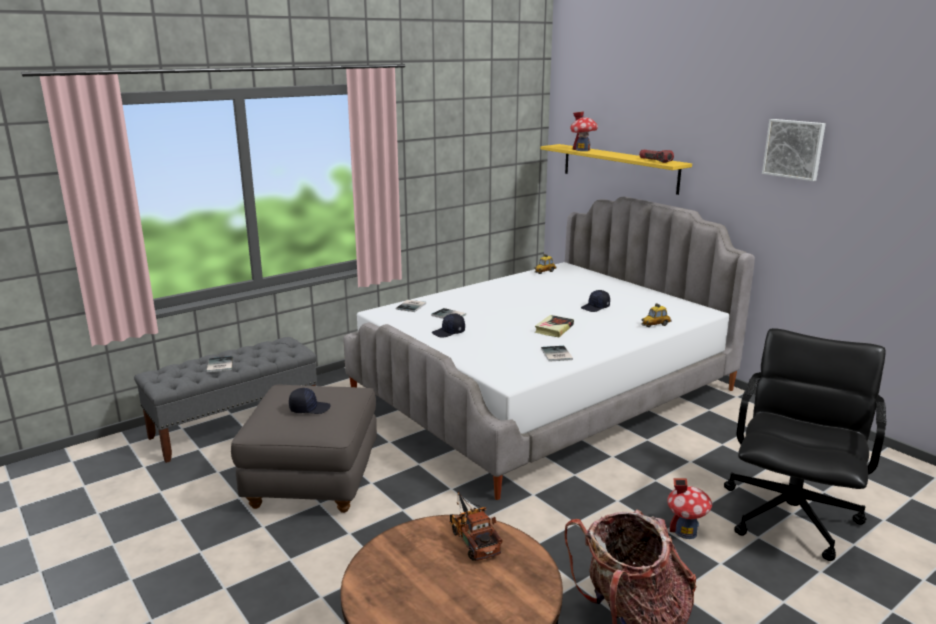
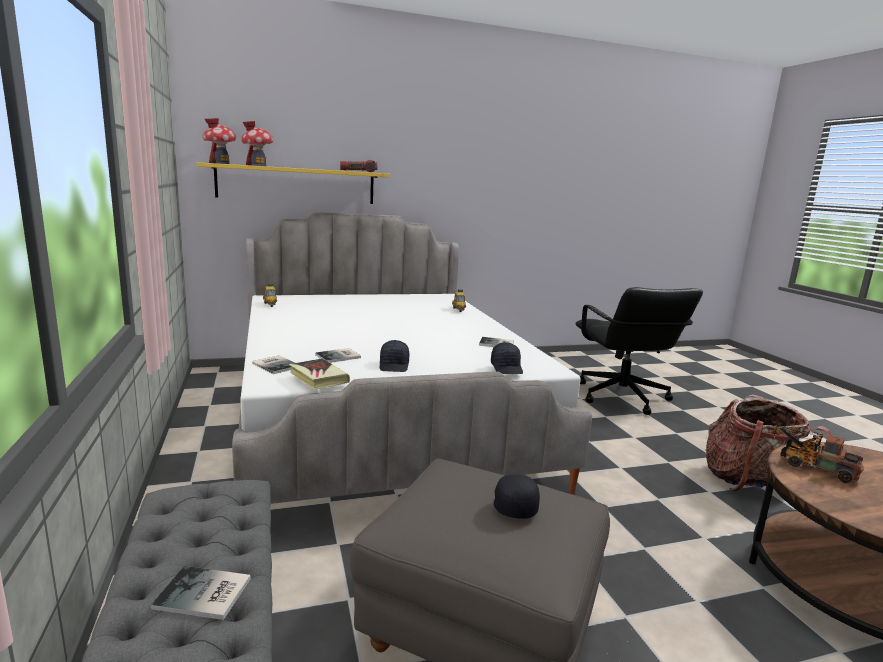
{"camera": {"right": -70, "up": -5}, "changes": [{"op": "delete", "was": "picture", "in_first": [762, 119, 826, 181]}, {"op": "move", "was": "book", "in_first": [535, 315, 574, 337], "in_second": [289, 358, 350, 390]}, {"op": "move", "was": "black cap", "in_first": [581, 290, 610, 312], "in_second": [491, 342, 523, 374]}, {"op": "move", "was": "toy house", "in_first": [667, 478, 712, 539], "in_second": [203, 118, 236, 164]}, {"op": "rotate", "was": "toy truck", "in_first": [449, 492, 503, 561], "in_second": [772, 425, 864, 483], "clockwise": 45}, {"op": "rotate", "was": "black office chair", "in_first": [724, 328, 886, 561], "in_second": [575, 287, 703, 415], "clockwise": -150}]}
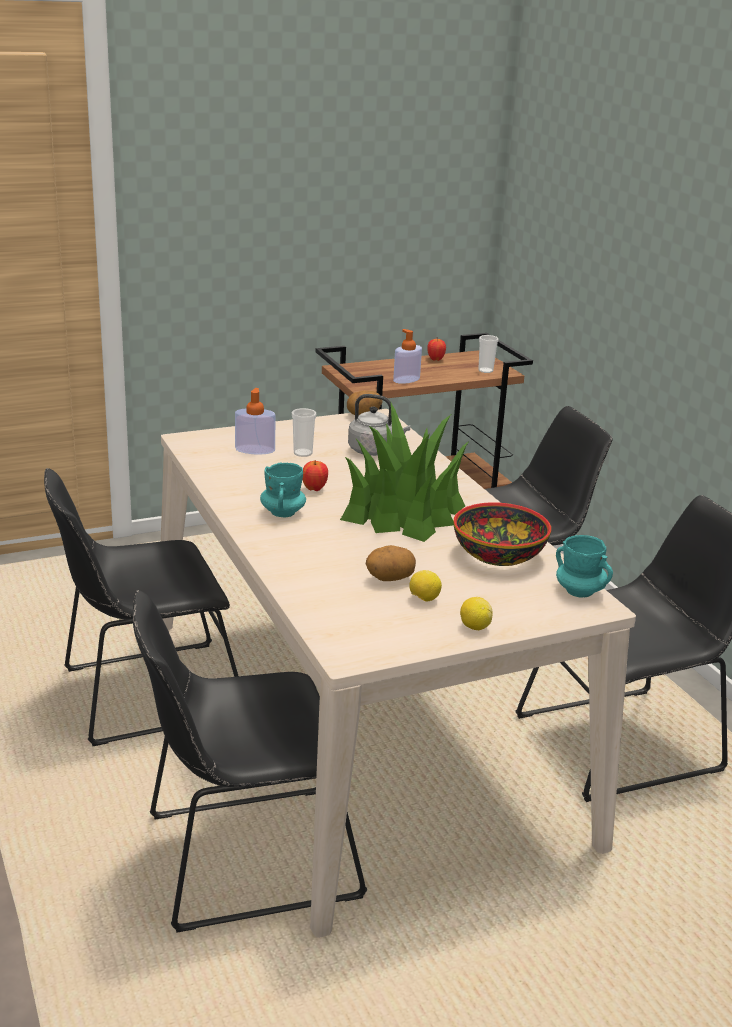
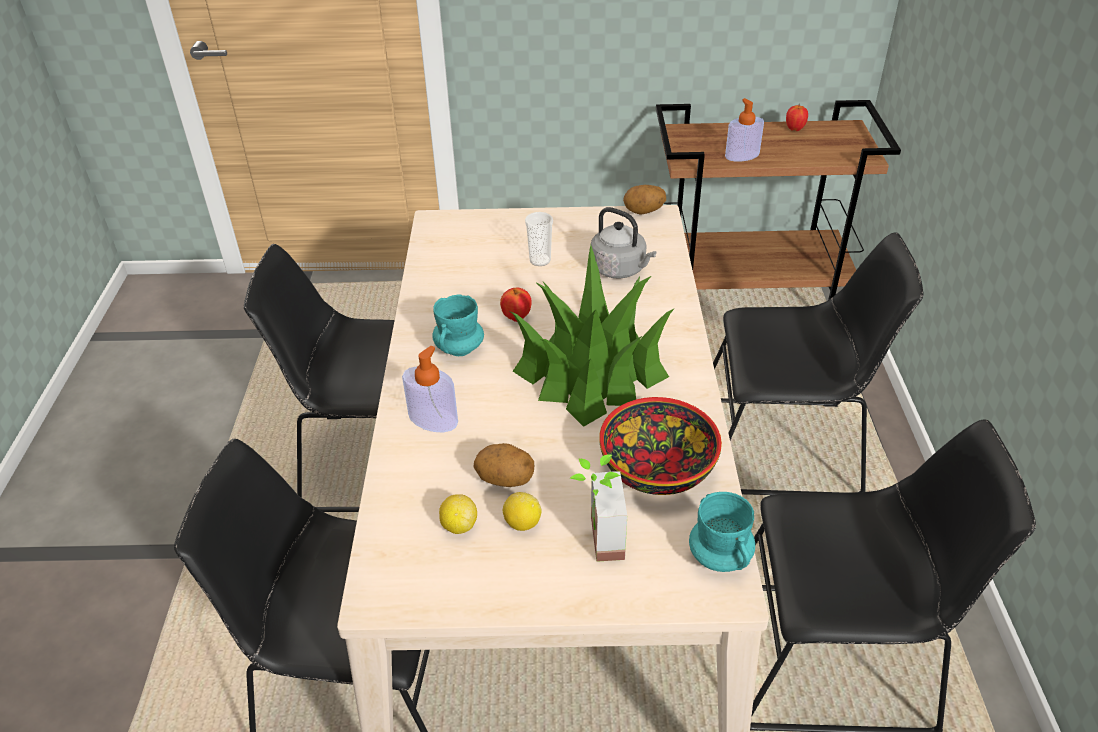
{"camera": {"right": 25, "up": 15}, "changes": [{"op": "delete", "was": "cup", "in_first": [478, 335, 499, 373]}, {"op": "insert", "now": "potted plant", "in_second": [569, 454, 627, 562]}, {"op": "move", "was": "soap dispenser", "in_first": [235, 388, 276, 455], "in_second": [402, 346, 458, 432]}, {"op": "move", "was": "lemon", "in_first": [460, 597, 492, 630], "in_second": [439, 494, 477, 534]}]}
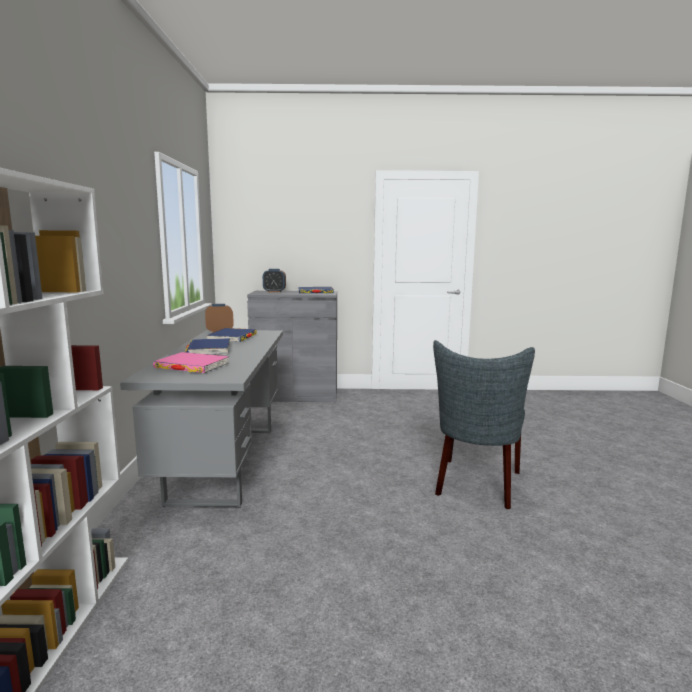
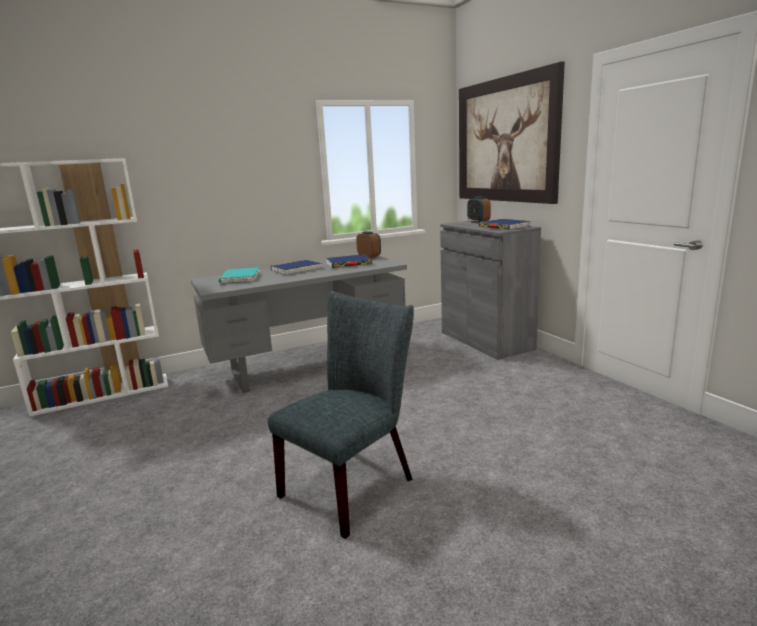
{"camera": {"right": 65, "up": 5}, "changes": [{"op": "insert", "now": "picture", "in_second": [459, 61, 565, 204]}, {"op": "recolor", "was": "pink book", "now": "turquoise book", "in_first": [153, 352, 230, 373], "in_second": [218, 267, 259, 284]}, {"op": "rotate", "was": "grey chair", "in_first": [433, 340, 535, 509], "in_second": [268, 291, 414, 539], "clockwise": 135}]}
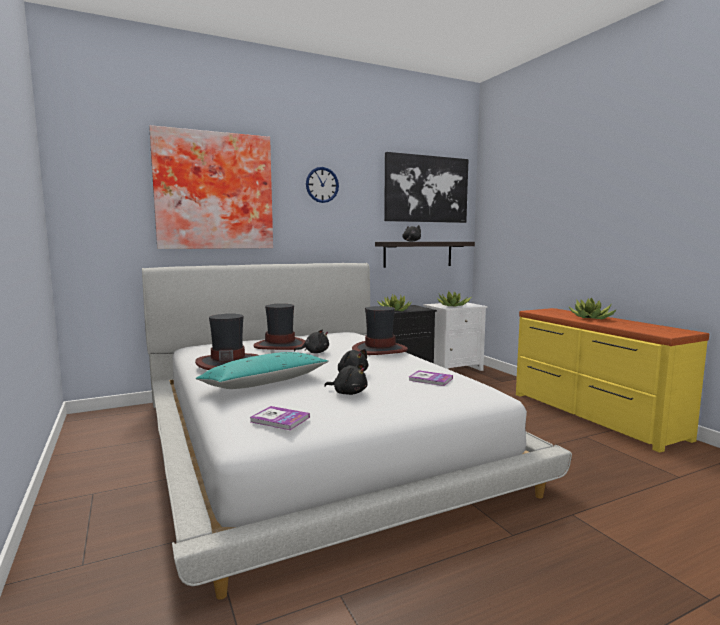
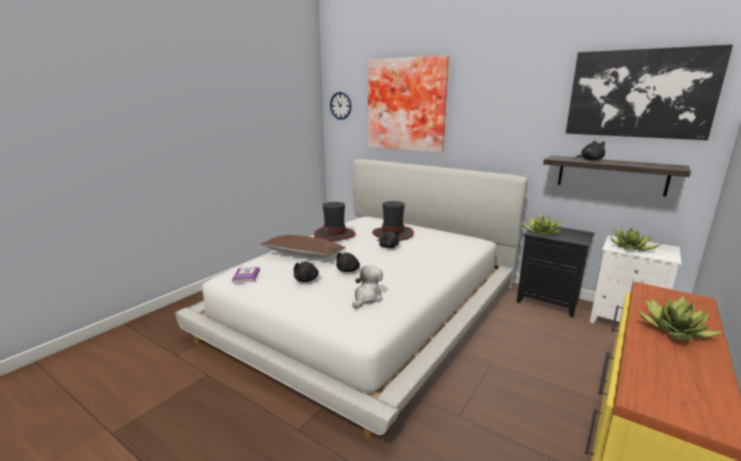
{"camera": {"right": 60, "up": 10}, "changes": [{"op": "delete", "was": "hat", "in_first": [352, 306, 408, 355]}, {"op": "move", "was": "wall clock", "in_first": [306, 167, 339, 203], "in_second": [330, 92, 352, 120]}, {"op": "replace", "was": "book", "now": "plush toy", "in_first": [409, 370, 453, 386], "in_second": [352, 265, 383, 309]}, {"op": "recolor", "was": "turquoise pillow", "now": "brown pillow", "in_first": [196, 352, 329, 389], "in_second": [260, 235, 346, 258]}]}
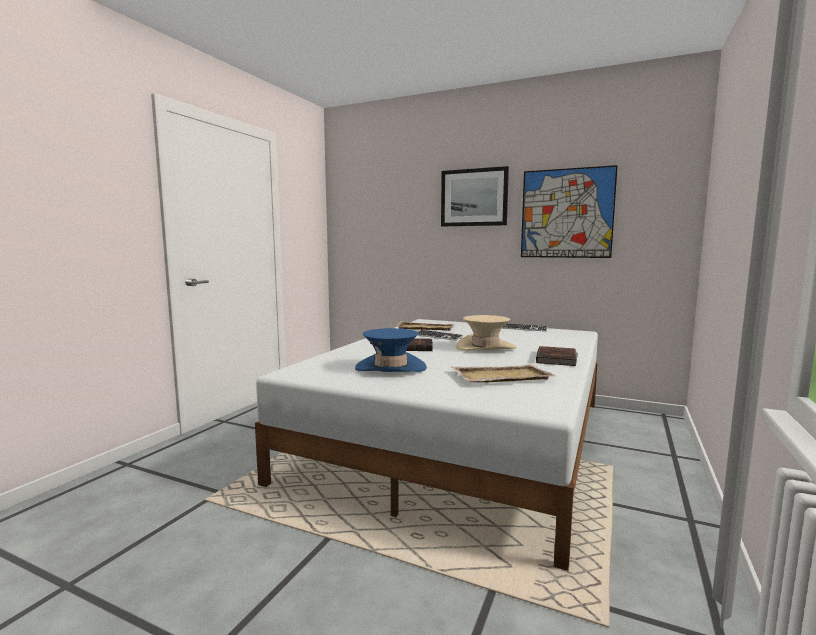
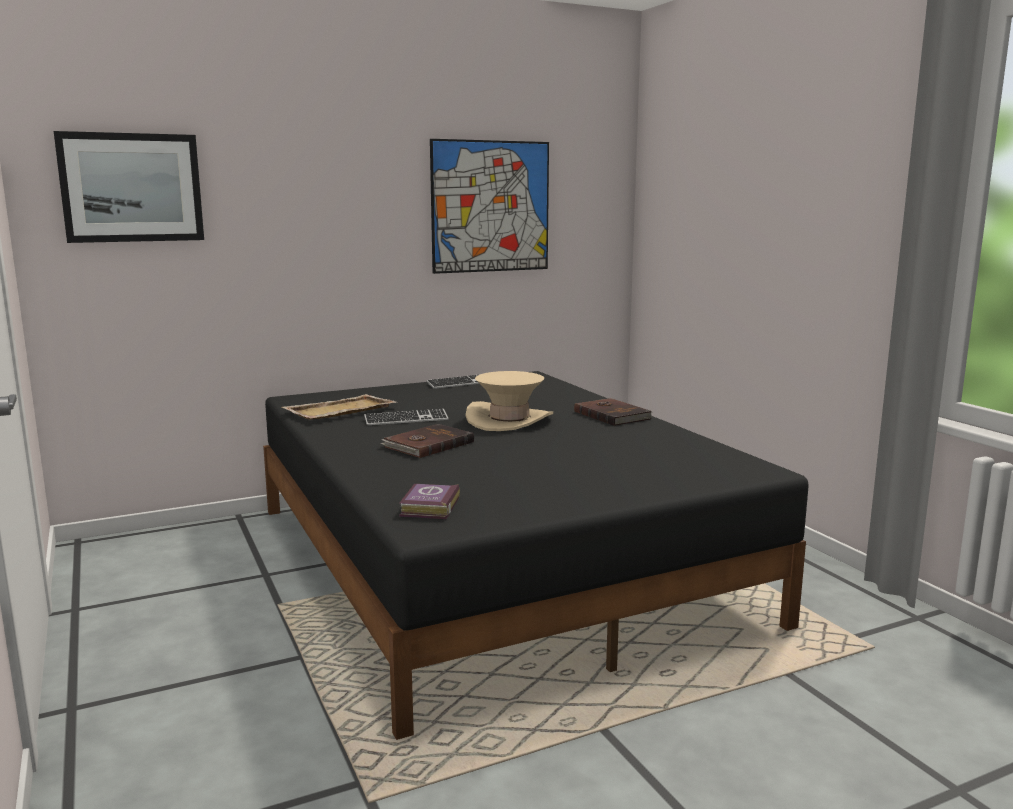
{"camera": {"right": -50, "up": 5}, "changes": [{"op": "delete", "was": "blue hat", "in_first": [355, 328, 427, 372]}, {"op": "delete", "was": "beige tray", "in_first": [452, 364, 556, 382]}, {"op": "insert", "now": "book", "in_second": [399, 484, 460, 519]}, {"op": "move", "was": "picture", "in_first": [441, 166, 509, 226], "in_second": [54, 131, 204, 243]}, {"op": "recolor", "was": "white bed", "now": "black bed", "in_first": [255, 319, 598, 571], "in_second": [263, 371, 809, 740]}]}
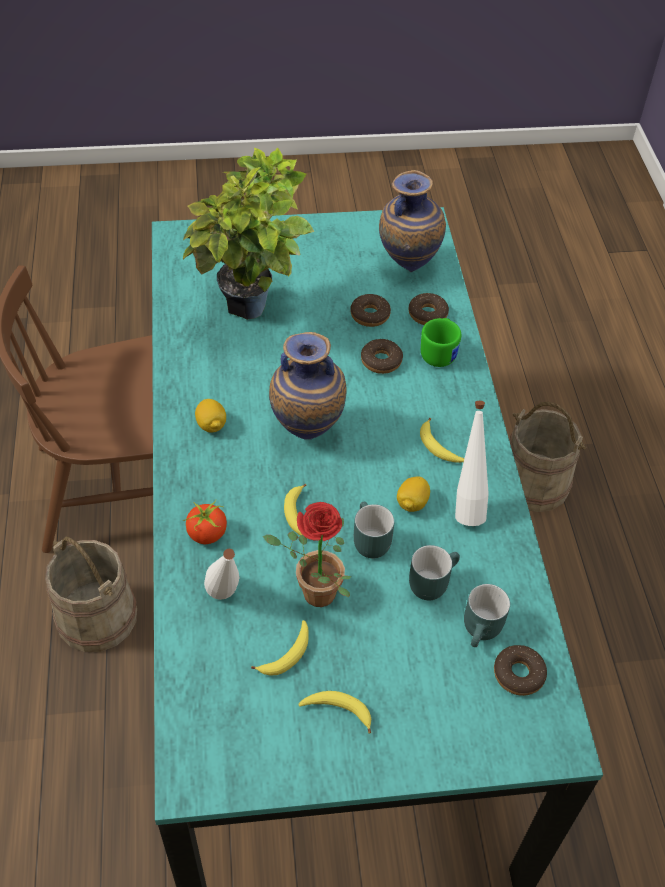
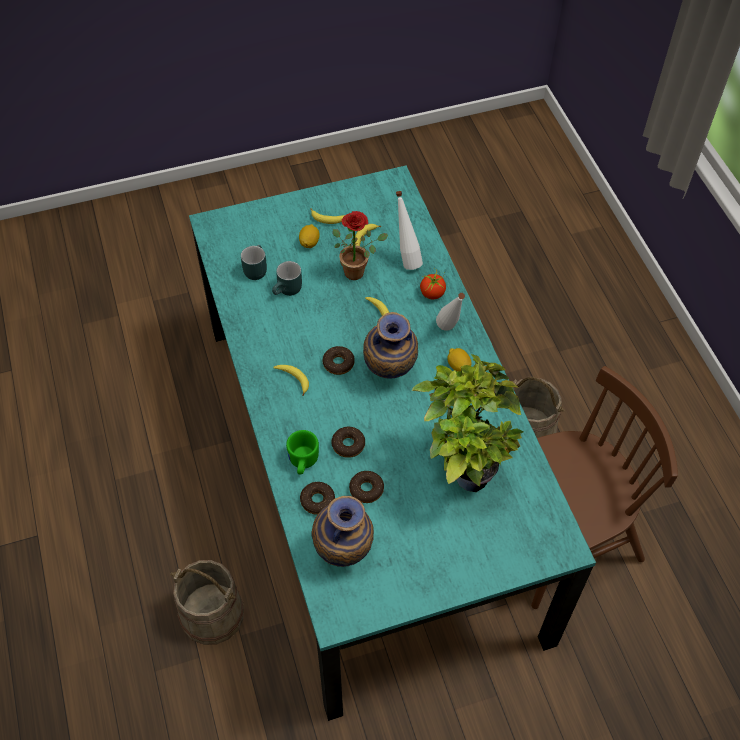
{"camera": {"right": 170, "up": 5}, "changes": [{"op": "delete", "was": "turquoise mug", "in_first": [354, 502, 394, 558]}, {"op": "move", "was": "lemon", "in_first": [397, 476, 430, 512], "in_second": [299, 224, 319, 248]}, {"op": "move", "was": "white bottle", "in_first": [455, 401, 489, 526], "in_second": [436, 293, 465, 331]}, {"op": "move", "was": "donut", "in_first": [494, 645, 547, 696], "in_second": [323, 346, 355, 375]}]}
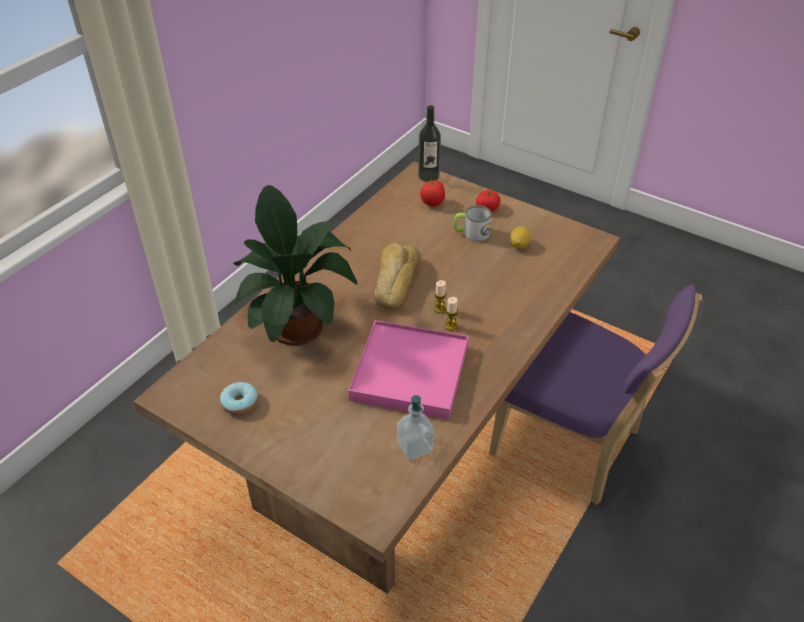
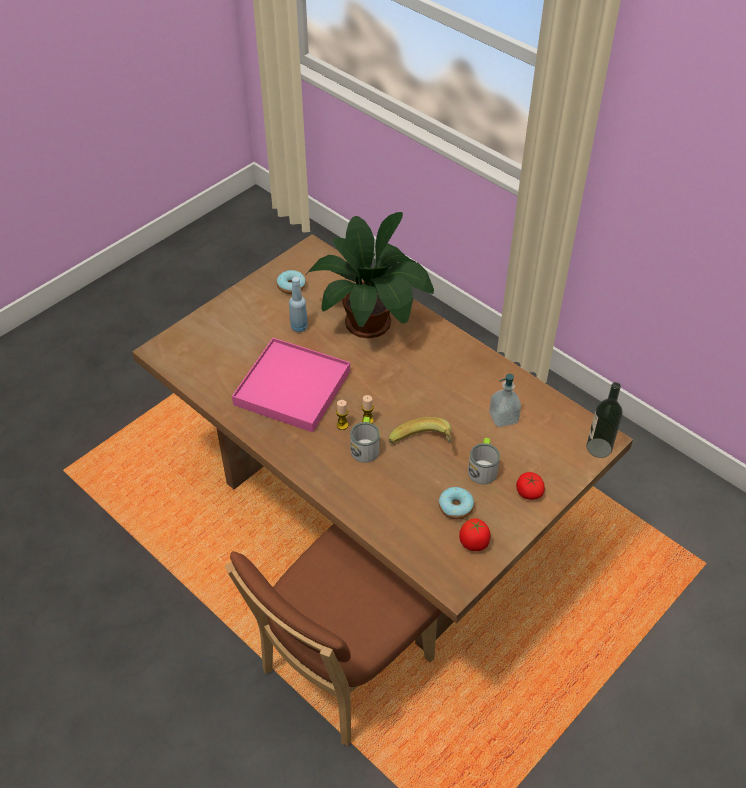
{"camera": {"right": 100, "up": 5}, "changes": [{"op": "delete", "was": "bread", "in_first": [375, 243, 421, 310]}, {"op": "insert", "now": "blue bottle", "in_second": [289, 277, 308, 332]}, {"op": "insert", "now": "mug", "in_second": [350, 417, 380, 463]}, {"op": "insert", "now": "banana", "in_second": [389, 417, 452, 444]}, {"op": "move", "was": "soap dispenser", "in_first": [397, 395, 435, 459], "in_second": [489, 374, 521, 427]}, {"op": "move", "was": "tomato", "in_first": [420, 180, 445, 207], "in_second": [459, 518, 491, 551]}, {"op": "replace", "was": "lemon", "now": "donut", "in_first": [510, 227, 531, 249], "in_second": [439, 487, 474, 519]}, {"op": "recolor", "was": "purple chair", "now": "brown chair", "in_first": [489, 284, 702, 505], "in_second": [225, 524, 442, 746]}]}
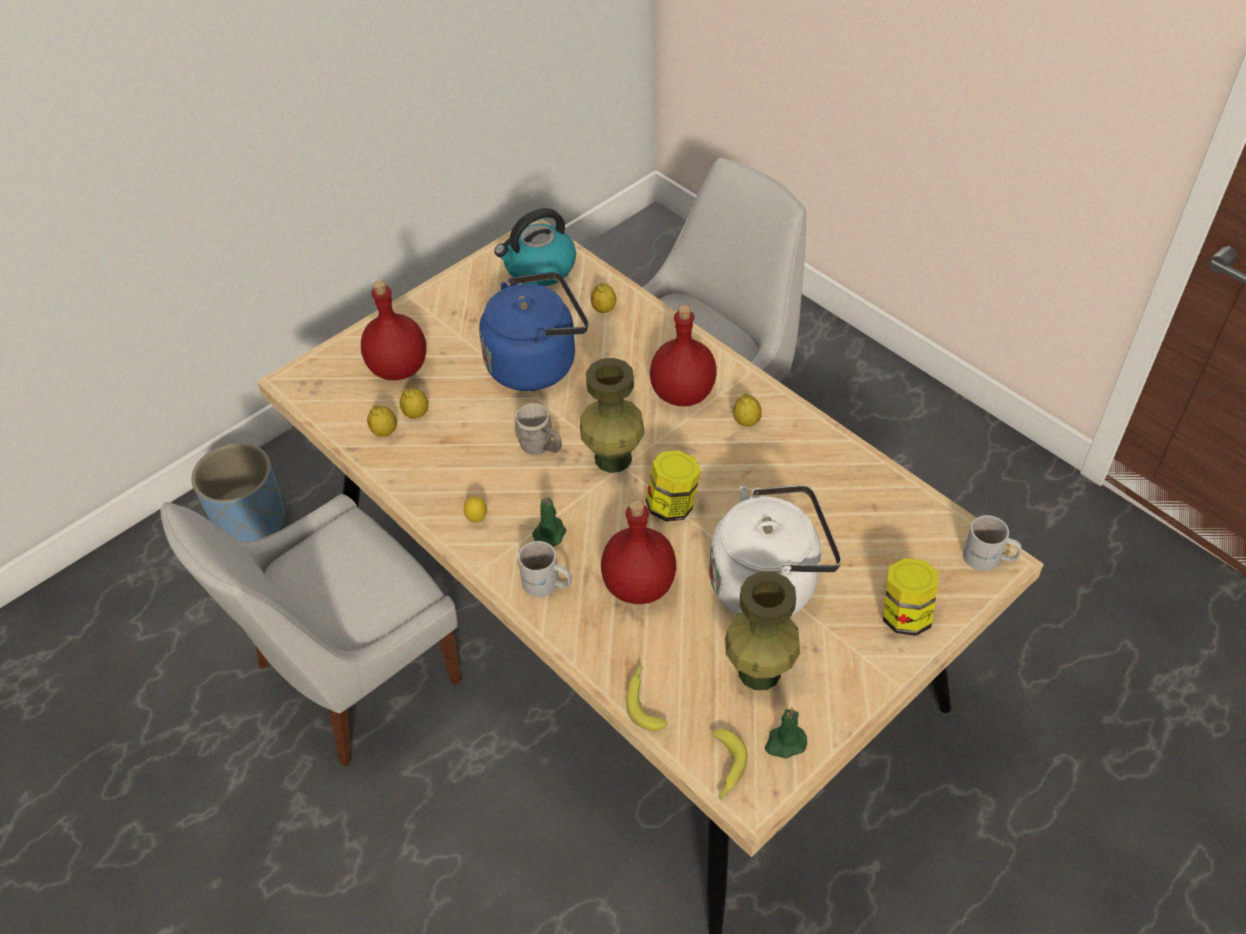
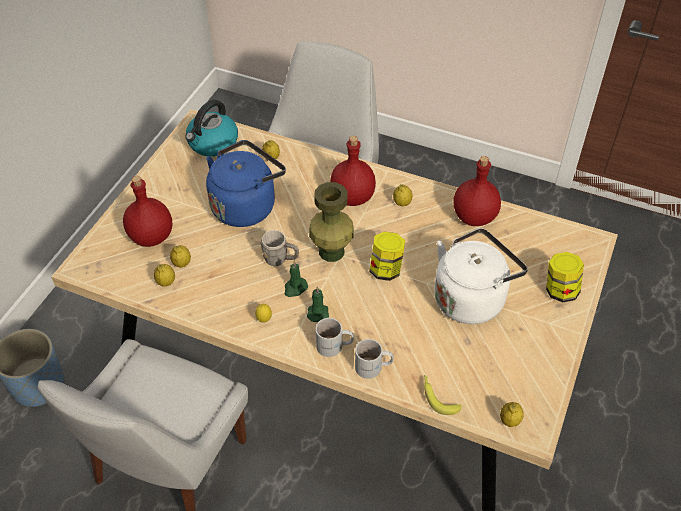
{"camera": {"right": -25, "up": 0}, "changes": [{"op": "delete", "was": "green vase", "in_first": [725, 571, 800, 690]}, {"op": "move", "was": "red bottle", "in_first": [601, 500, 676, 604], "in_second": [453, 156, 501, 226]}, {"op": "move", "was": "green candle", "in_first": [765, 707, 807, 758], "in_second": [285, 261, 308, 297]}, {"op": "move", "was": "white mug", "in_first": [963, 515, 1022, 571], "in_second": [355, 339, 394, 379]}, {"op": "replace", "was": "banana", "now": "lemon", "in_first": [711, 729, 748, 800], "in_second": [500, 402, 524, 427]}]}
